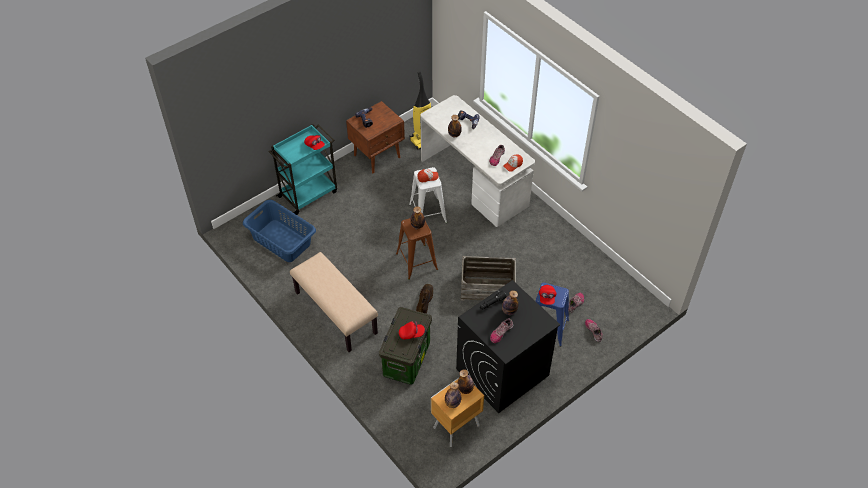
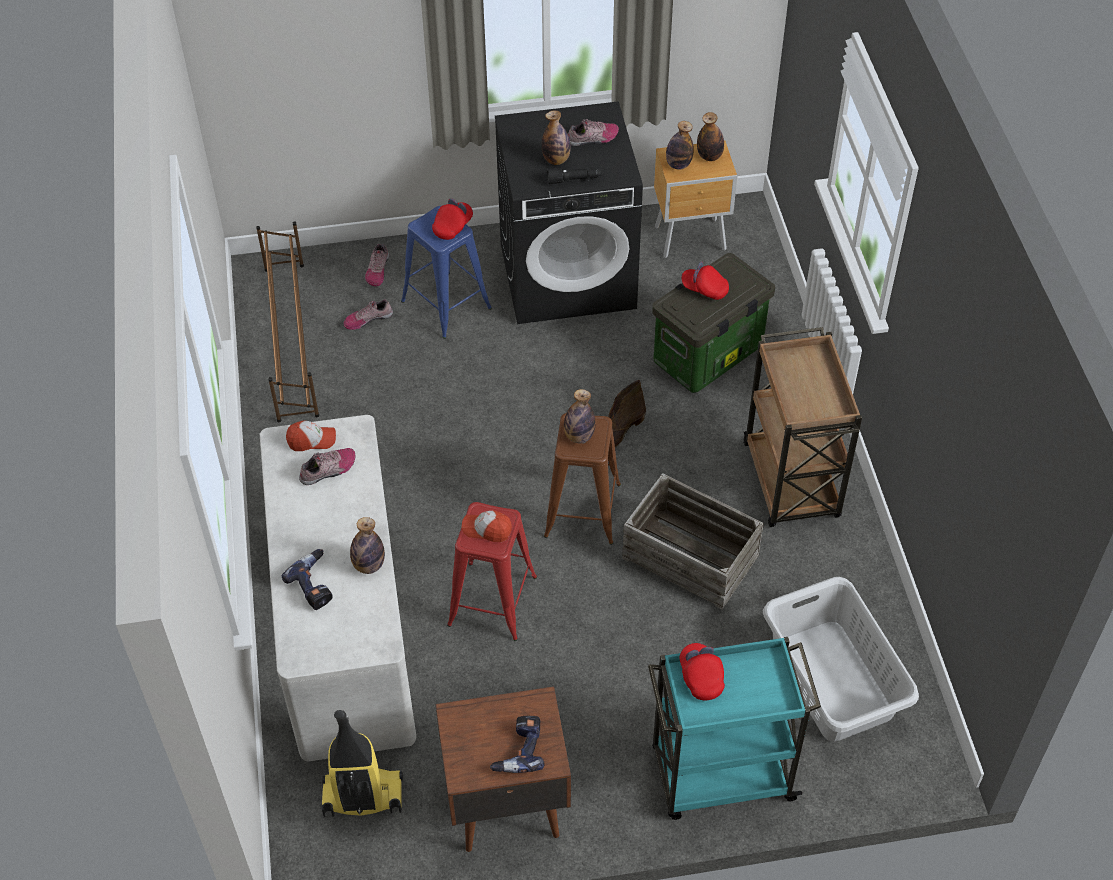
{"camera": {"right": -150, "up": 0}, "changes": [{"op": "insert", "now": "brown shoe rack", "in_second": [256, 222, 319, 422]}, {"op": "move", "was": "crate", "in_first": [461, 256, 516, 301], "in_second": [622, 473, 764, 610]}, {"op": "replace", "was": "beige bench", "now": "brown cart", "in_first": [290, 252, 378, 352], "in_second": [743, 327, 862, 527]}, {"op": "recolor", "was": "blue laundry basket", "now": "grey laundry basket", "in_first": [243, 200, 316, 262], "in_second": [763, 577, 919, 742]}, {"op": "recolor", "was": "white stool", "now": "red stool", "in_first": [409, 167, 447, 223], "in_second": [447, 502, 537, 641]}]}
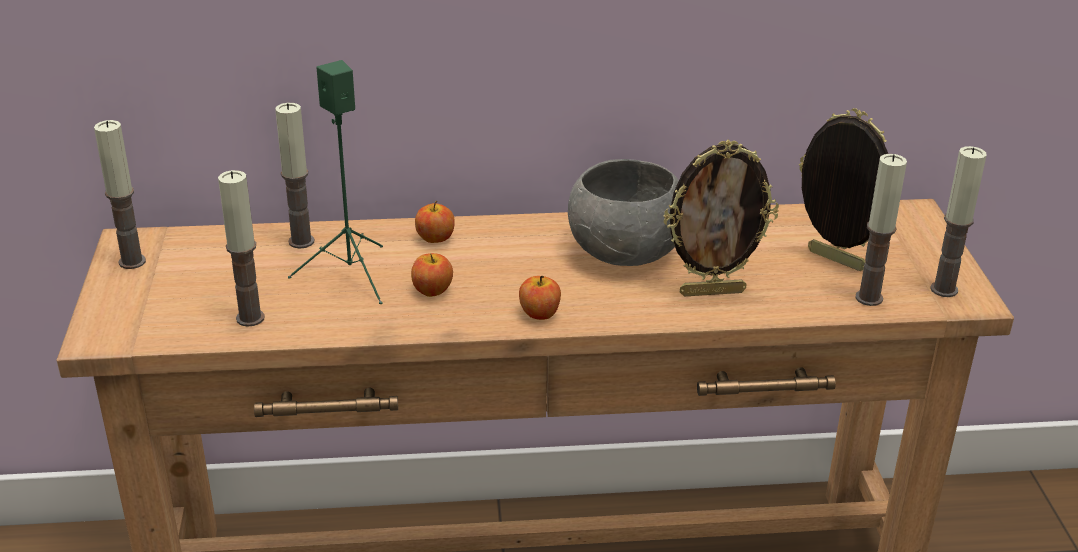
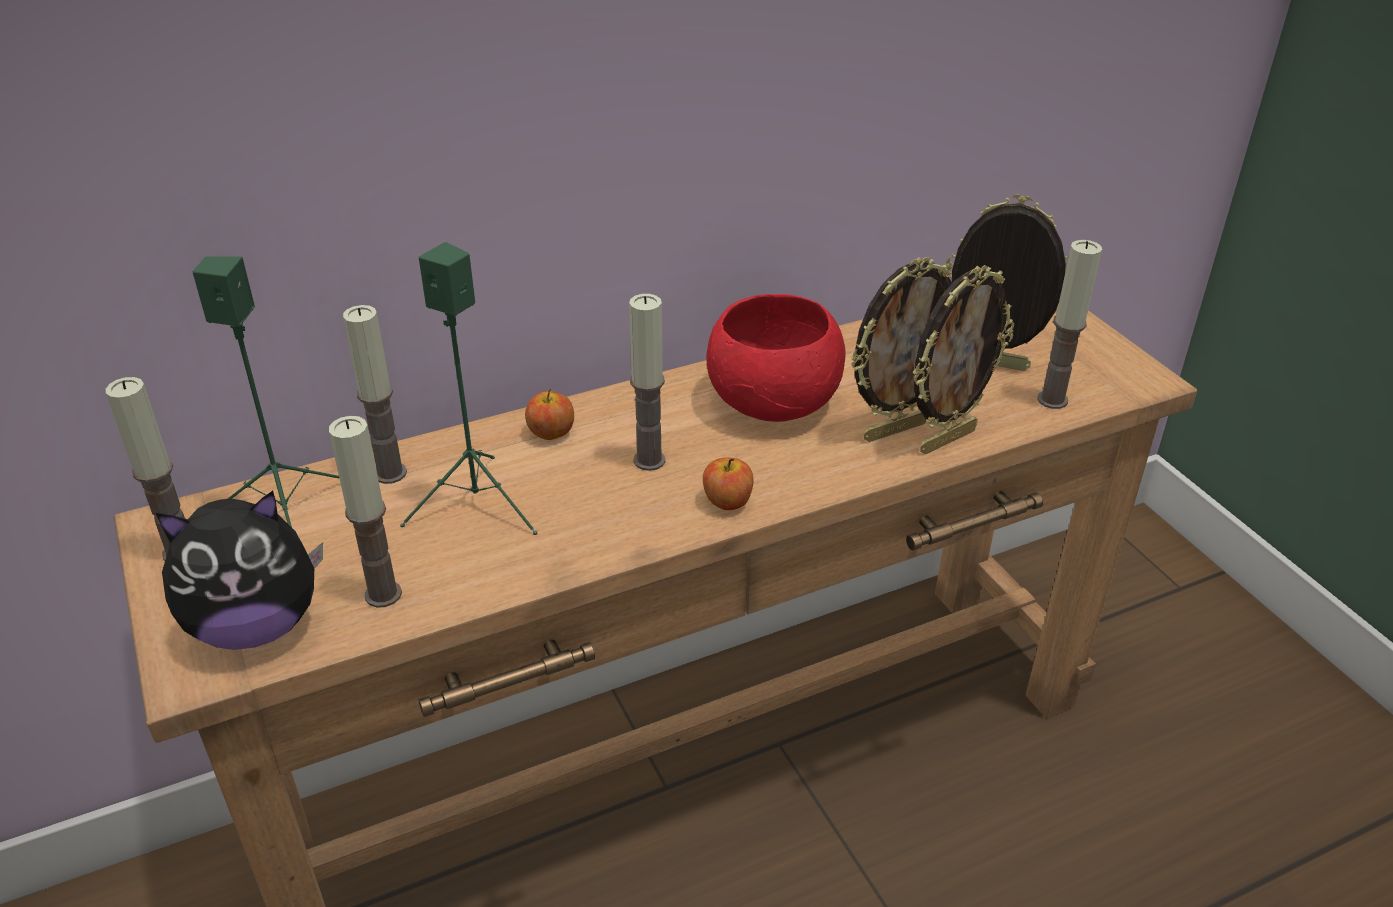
{"camera": {"right": -20, "up": 5}, "changes": [{"op": "delete", "was": "apple", "in_first": [411, 253, 453, 297]}, {"op": "insert", "now": "plush toy", "in_second": [156, 491, 323, 650]}, {"op": "insert", "now": "green speaker", "in_second": [193, 256, 339, 527]}, {"op": "insert", "now": "picture frame", "in_second": [913, 265, 1014, 455]}, {"op": "move", "was": "candle", "in_first": [930, 146, 986, 297], "in_second": [629, 294, 665, 471]}, {"op": "recolor", "was": "grey bowl", "now": "red bowl", "in_first": [568, 159, 679, 266], "in_second": [706, 294, 845, 422]}]}
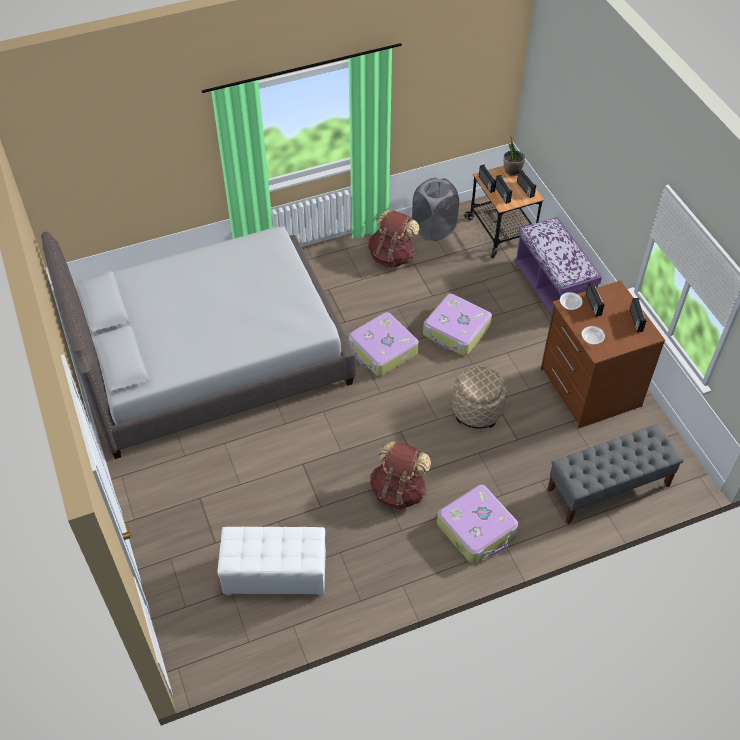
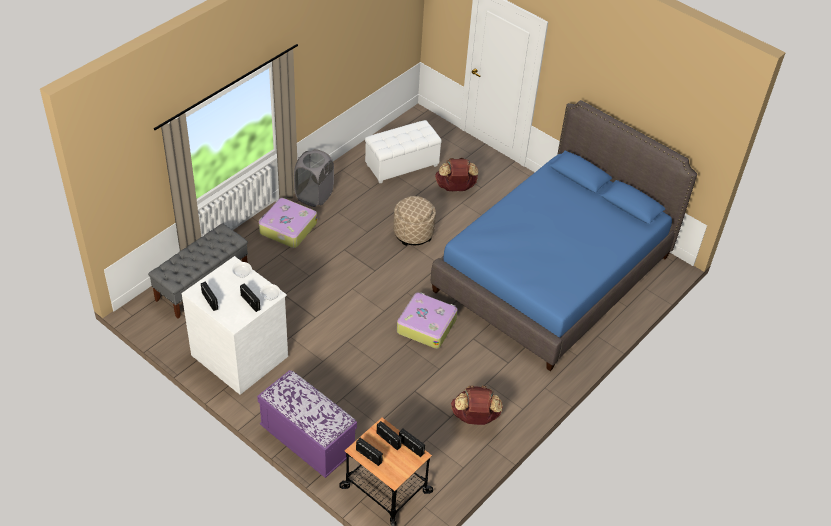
{"camera": {"right": 150, "up": -5}, "changes": [{"op": "delete", "was": "suitcase", "in_first": [423, 294, 492, 356]}, {"op": "delete", "was": "potted plant", "in_first": [504, 137, 525, 176]}, {"op": "move", "was": "brown backpack", "in_first": [370, 441, 431, 510], "in_second": [435, 158, 478, 191]}, {"op": "move", "was": "grey laundry basket", "in_first": [412, 178, 459, 241], "in_second": [294, 149, 334, 207]}, {"op": "move", "was": "beige ottoman", "in_first": [452, 367, 507, 429], "in_second": [393, 196, 436, 246]}, {"op": "recolor", "was": "grey bed", "now": "blue bed", "in_first": [41, 227, 356, 459], "in_second": [431, 100, 697, 371]}, {"op": "recolor", "was": "brown dresser", "now": "white dresser", "in_first": [540, 280, 665, 428], "in_second": [181, 256, 288, 395]}]}
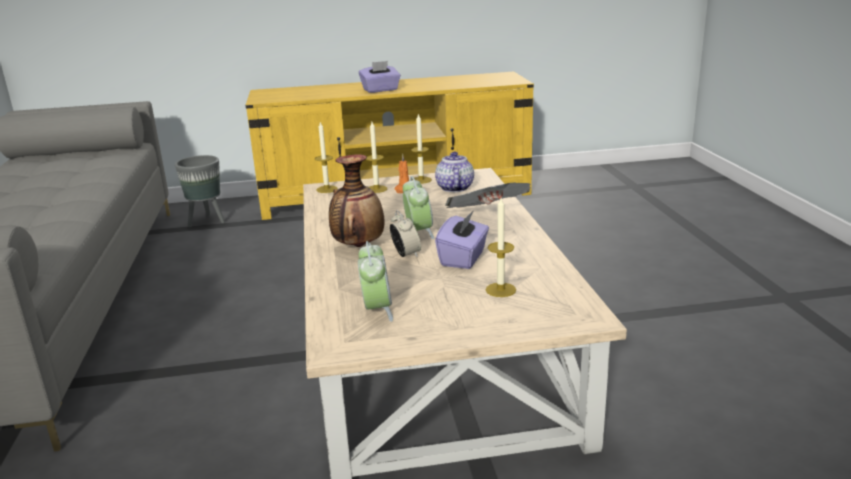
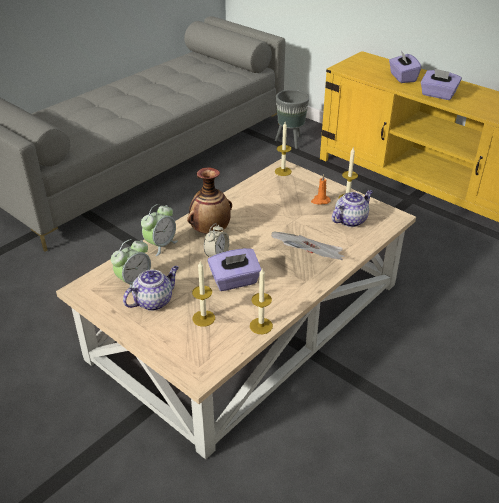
{"camera": {"right": 50, "up": 15}, "changes": [{"op": "insert", "now": "teapot", "in_second": [123, 266, 179, 311]}, {"op": "insert", "now": "purple tissue box", "in_second": [389, 51, 421, 83]}, {"op": "move", "was": "candle", "in_first": [366, 122, 387, 193], "in_second": [250, 269, 273, 334]}, {"op": "move", "was": "alarm clock", "in_first": [403, 176, 434, 239], "in_second": [141, 204, 178, 256]}]}
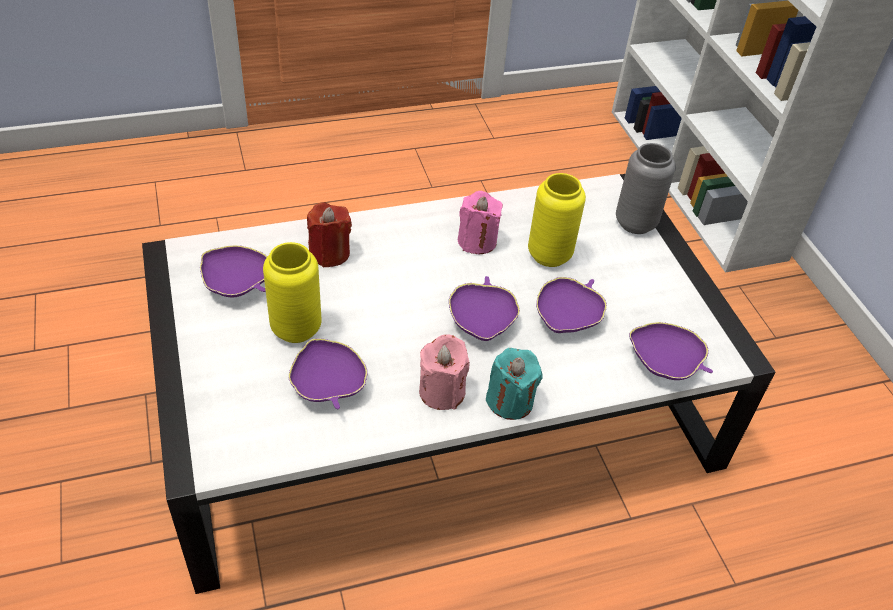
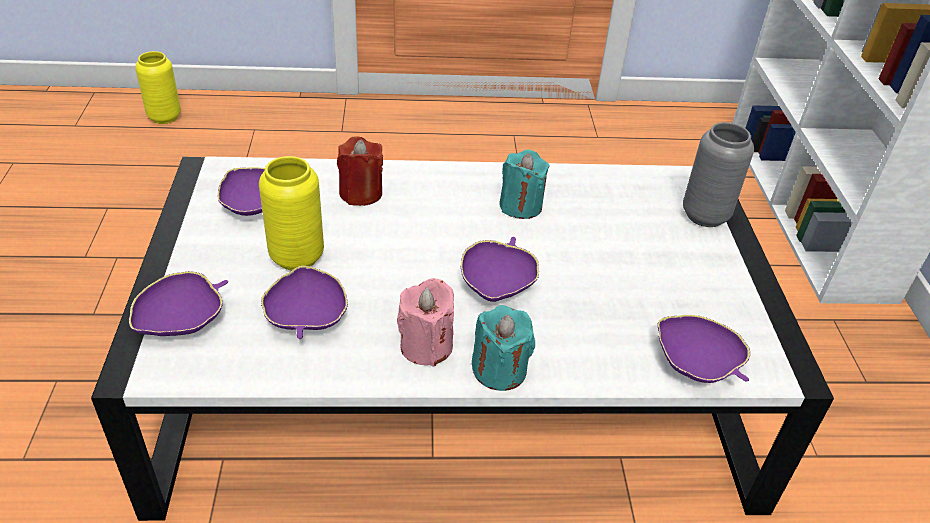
{"camera": {"right": 15, "up": -5}, "changes": [{"op": "move", "was": "yellow vase", "in_first": [528, 173, 586, 267], "in_second": [135, 51, 181, 124]}, {"op": "move", "was": "purple bowl", "in_first": [536, 277, 607, 333], "in_second": [129, 271, 228, 336]}, {"op": "recolor", "was": "pink candle", "now": "turquoise candle", "in_first": [458, 191, 503, 254], "in_second": [499, 149, 550, 219]}]}
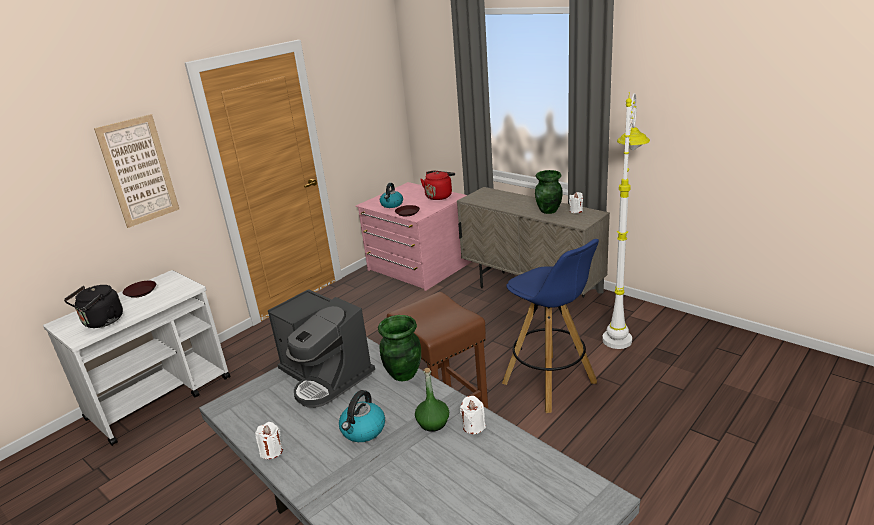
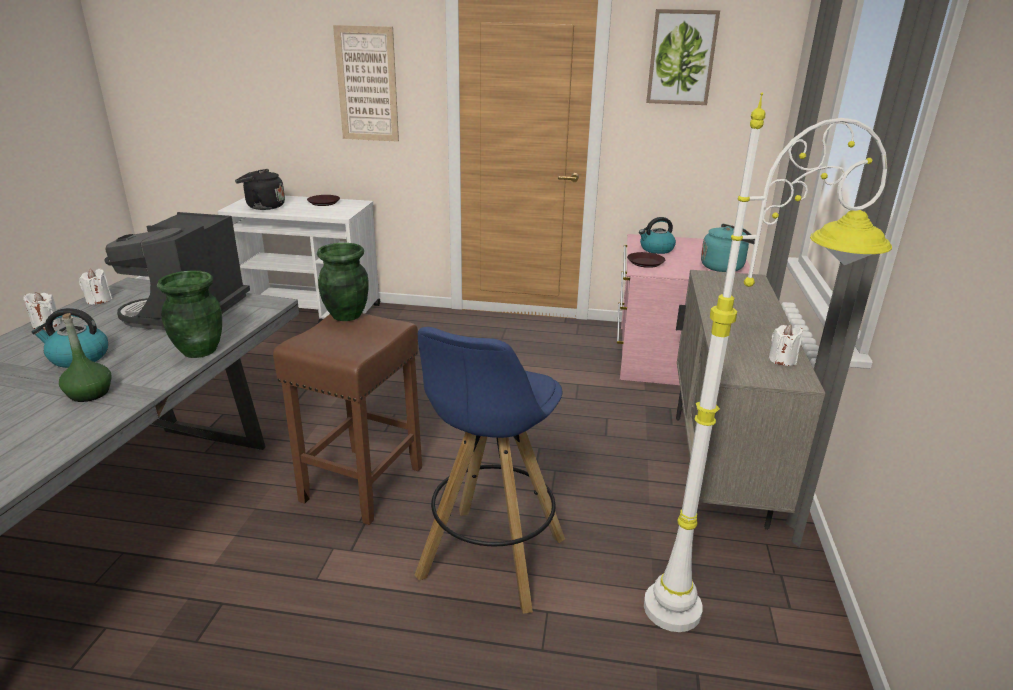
{"camera": {"right": 55, "up": 0}, "changes": [{"op": "insert", "now": "picture", "in_second": [646, 9, 720, 105]}, {"op": "move", "was": "white candle", "in_first": [460, 396, 486, 434], "in_second": [79, 269, 112, 305]}, {"op": "move", "was": "green vase", "in_first": [535, 170, 563, 214], "in_second": [317, 243, 369, 321]}, {"op": "recolor", "was": "red kettle", "now": "turquoise kettle", "in_first": [420, 171, 455, 200], "in_second": [701, 224, 755, 272]}]}
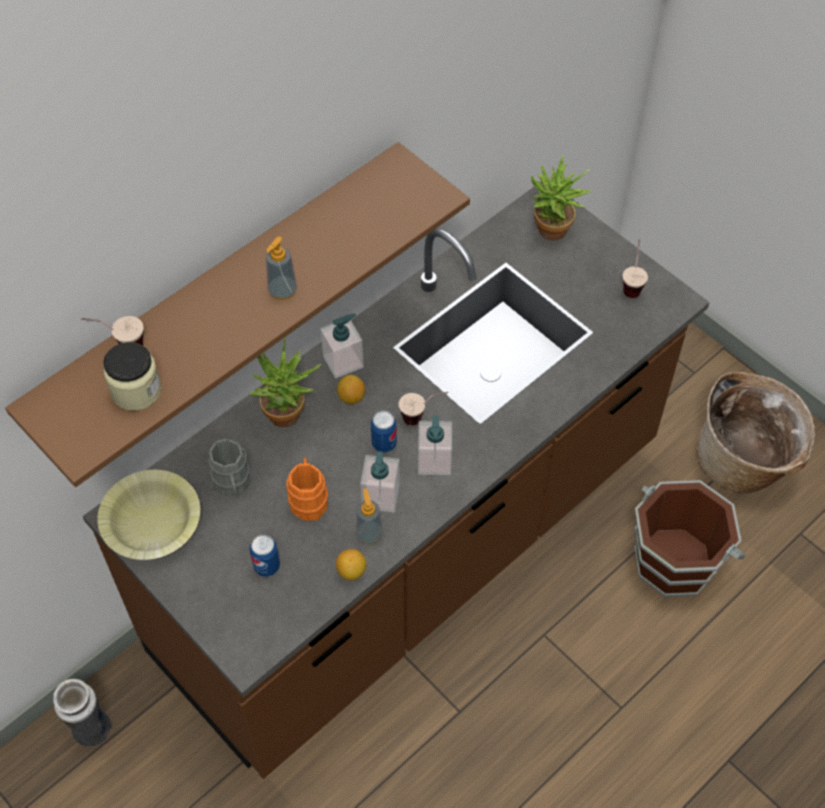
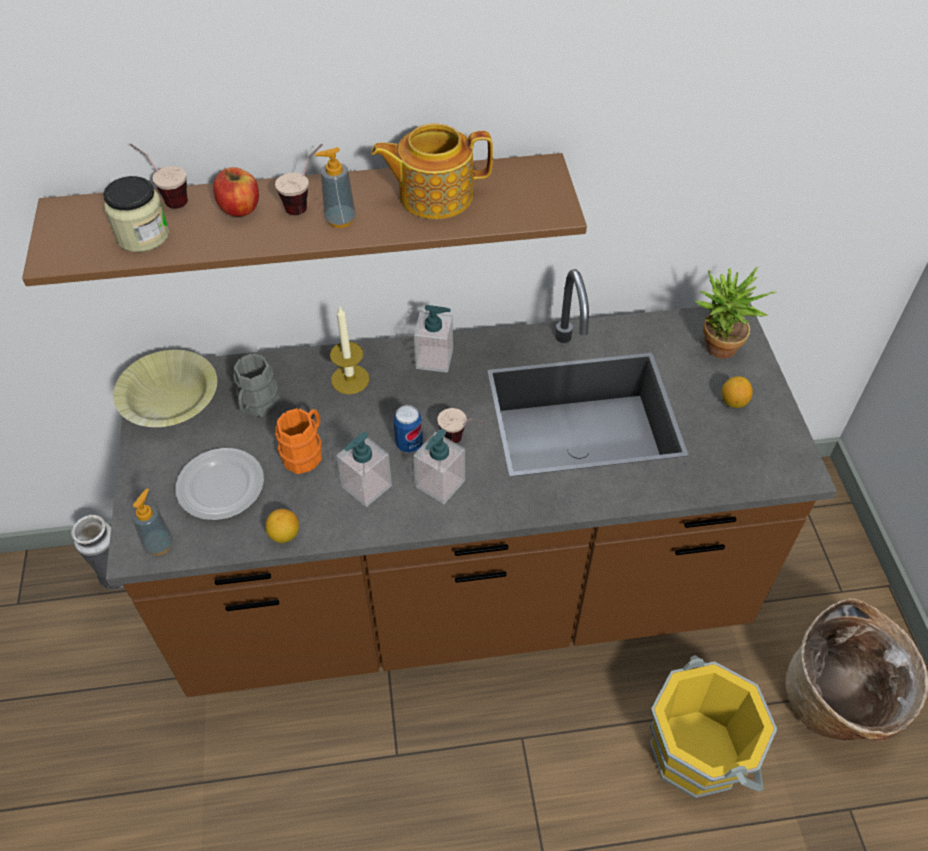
{"camera": {"right": 35, "up": -5}, "changes": [{"op": "insert", "now": "apple", "in_second": [213, 167, 259, 217]}, {"op": "insert", "now": "teapot", "in_second": [371, 123, 493, 219]}, {"op": "move", "was": "lemon", "in_first": [337, 375, 365, 405], "in_second": [722, 376, 753, 408]}, {"op": "move", "was": "soap dispenser", "in_first": [356, 488, 383, 544], "in_second": [132, 489, 173, 556]}, {"op": "move", "was": "cup", "in_first": [622, 239, 648, 298], "in_second": [275, 144, 323, 215]}, {"op": "replace", "was": "can", "now": "plate", "in_first": [249, 534, 280, 577], "in_second": [175, 448, 264, 520]}, {"op": "replace", "was": "potted plant", "now": "candle", "in_first": [250, 337, 322, 427], "in_second": [330, 305, 369, 394]}, {"op": "recolor", "was": "brown bucket", "now": "yellow bucket", "in_first": [634, 480, 746, 597], "in_second": [650, 655, 777, 798]}]}
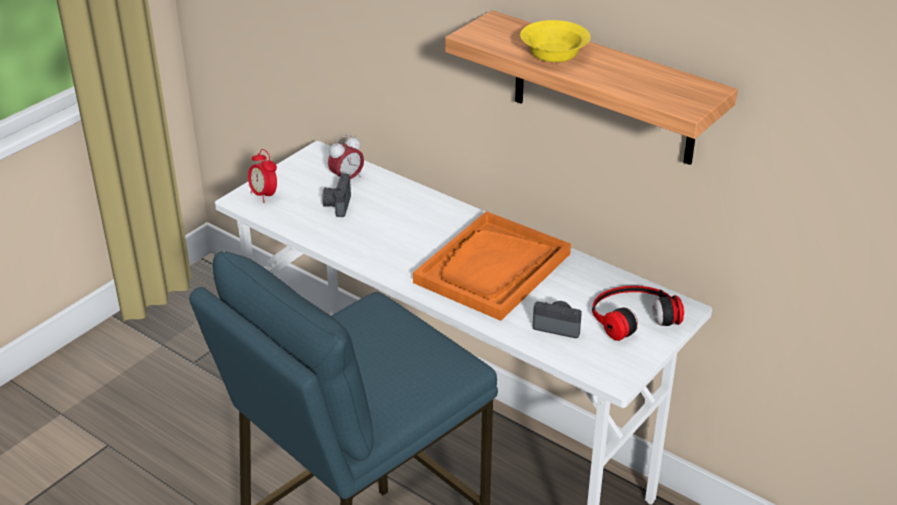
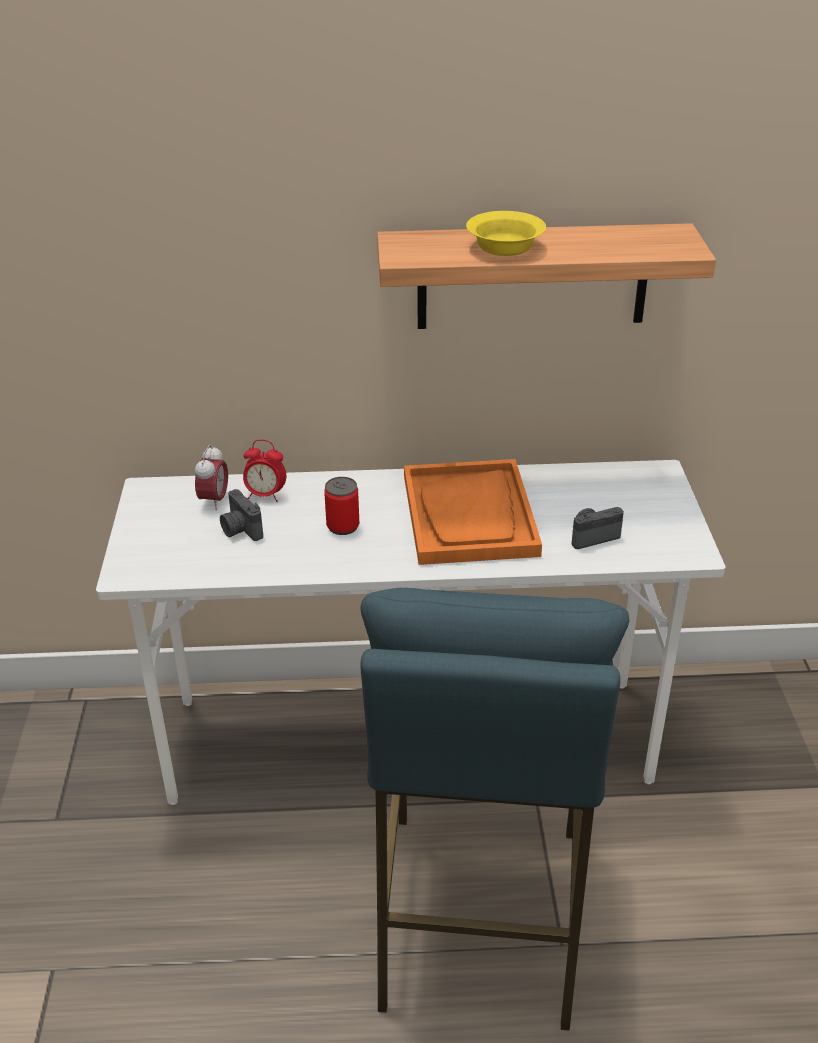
{"camera": {"right": -40, "up": 0}, "changes": [{"op": "delete", "was": "headphones", "in_first": [592, 286, 684, 341]}, {"op": "insert", "now": "can", "in_second": [324, 477, 359, 535]}, {"op": "move", "was": "alarm clock", "in_first": [248, 149, 277, 203], "in_second": [243, 440, 286, 502]}]}
